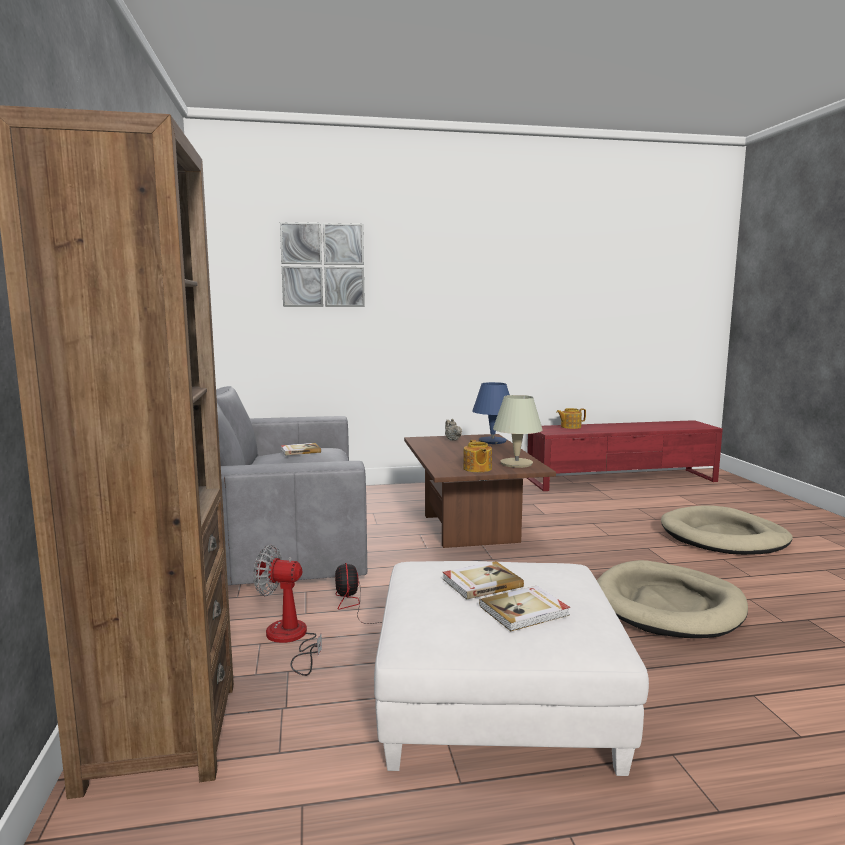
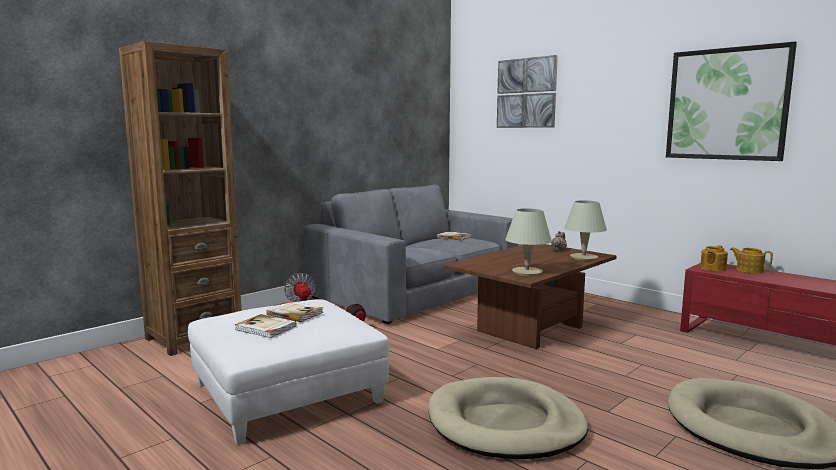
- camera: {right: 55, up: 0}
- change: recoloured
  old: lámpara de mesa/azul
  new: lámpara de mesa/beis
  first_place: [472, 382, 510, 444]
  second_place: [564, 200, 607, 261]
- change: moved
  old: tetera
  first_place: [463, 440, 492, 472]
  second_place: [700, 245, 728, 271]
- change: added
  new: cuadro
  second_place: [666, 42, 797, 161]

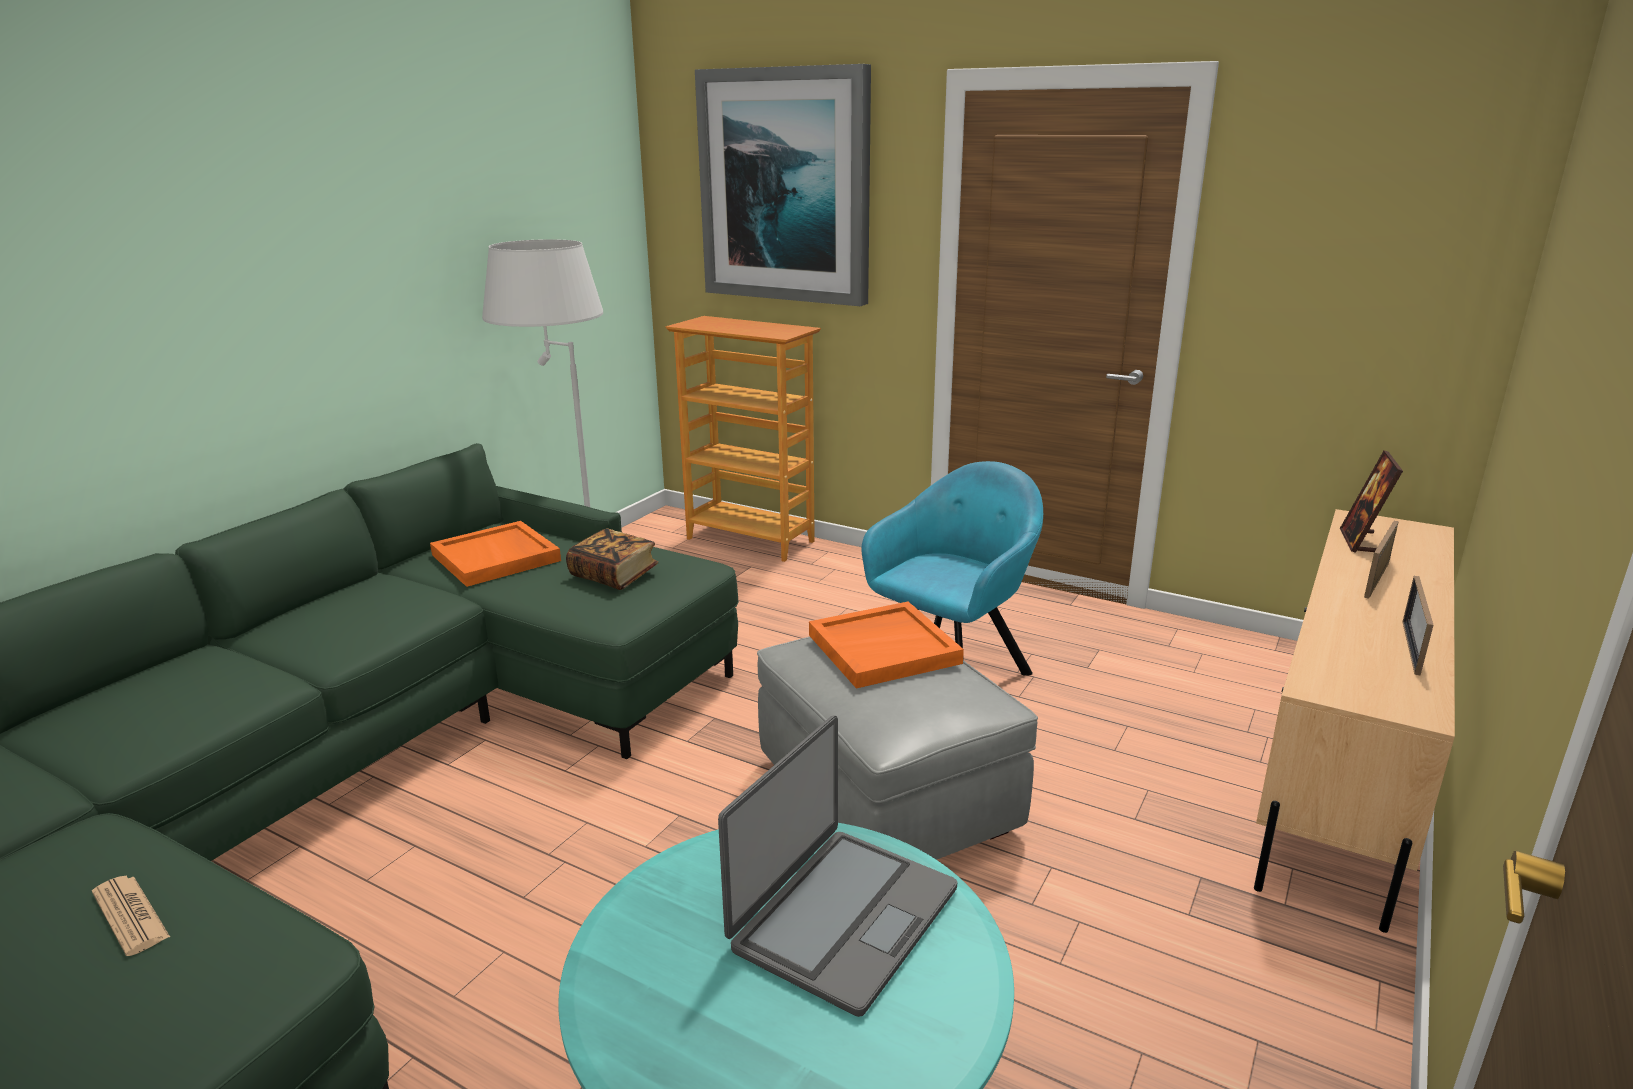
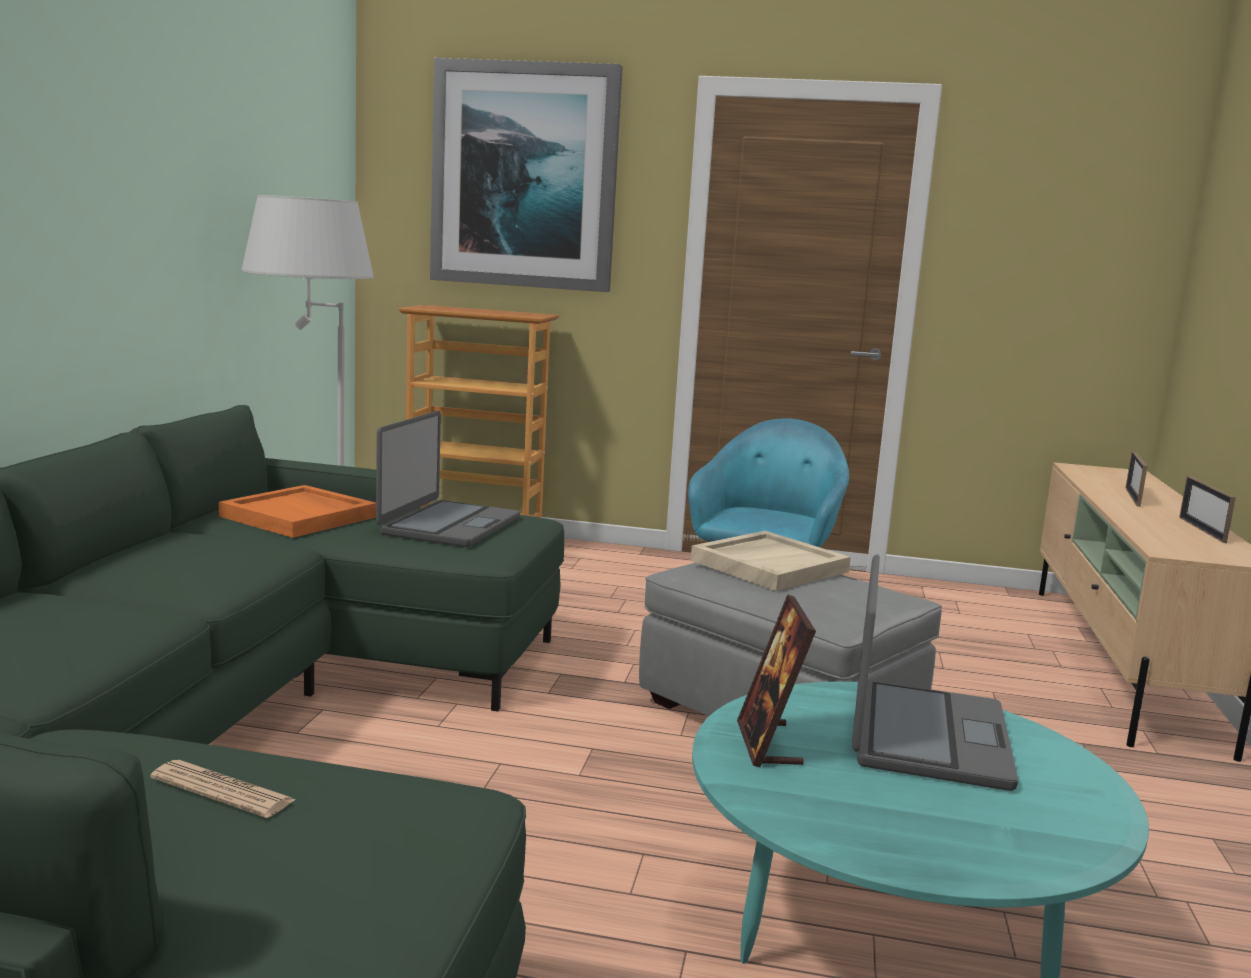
- camera: {right: -20, up: -10}
- change: moved
  old: portarretratos
  first_place: [1340, 450, 1403, 553]
  second_place: [737, 594, 816, 767]
- change: replaced
  old: libro
  new: portátil
  first_place: [566, 528, 658, 590]
  second_place: [376, 411, 520, 547]
- change: recoloured
  old: bandeja/naranja
  new: bandeja/beis
  first_place: [809, 602, 964, 689]
  second_place: [691, 531, 851, 591]

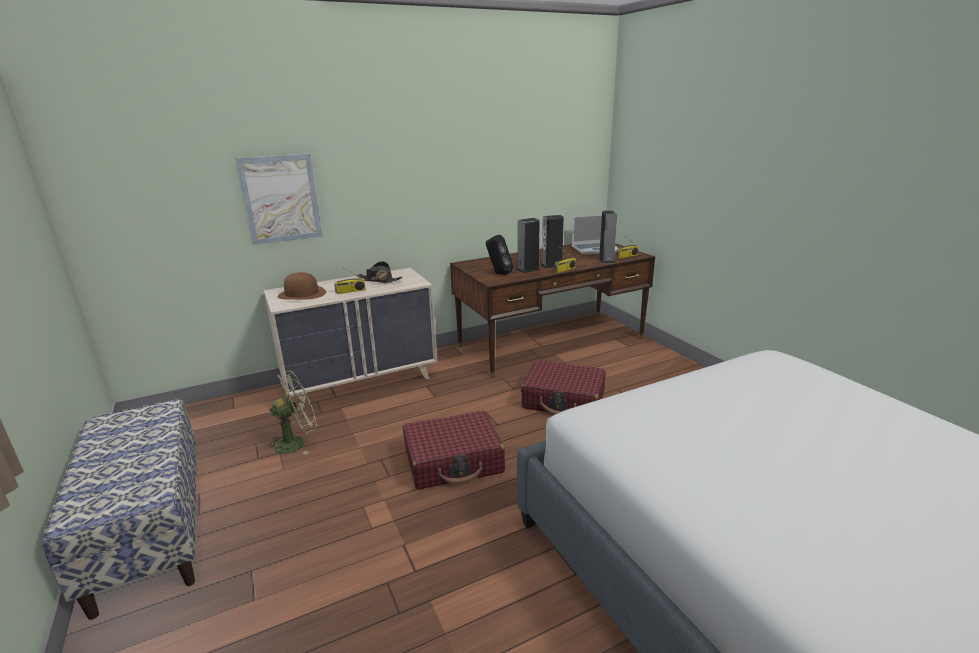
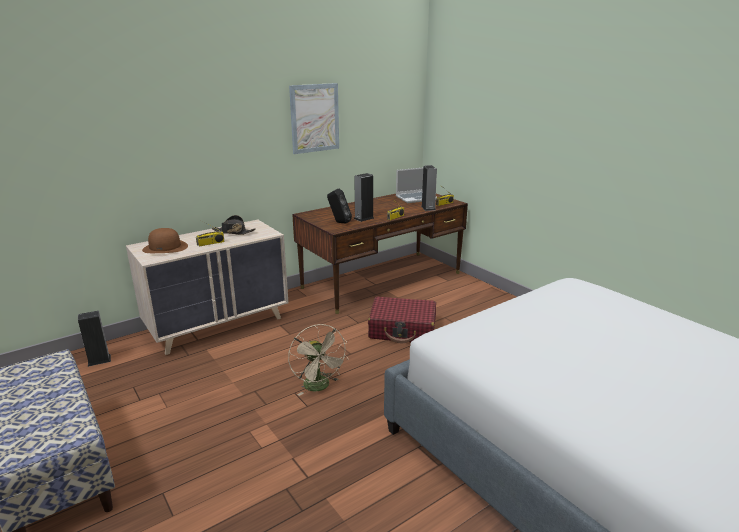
- camera: {right: -10, up: 0}
- change: moved
  old: cuadro
  first_place: [235, 154, 323, 245]
  second_place: [289, 83, 339, 154]
- change: moved
  old: altavoz
  first_place: [541, 215, 564, 269]
  second_place: [78, 311, 111, 367]
- change: removed
  old: ventilador/verde
  first_place: [264, 371, 317, 455]
- change: replaced
  old: maleta/rojo
  new: ventilador/beis
  first_place: [403, 411, 505, 489]
  second_place: [288, 324, 348, 396]

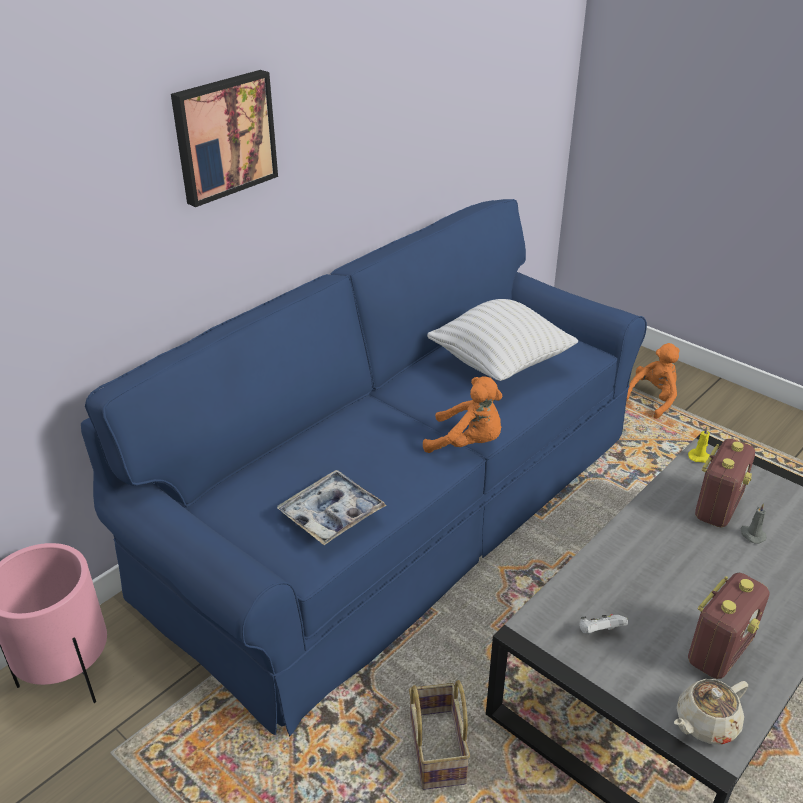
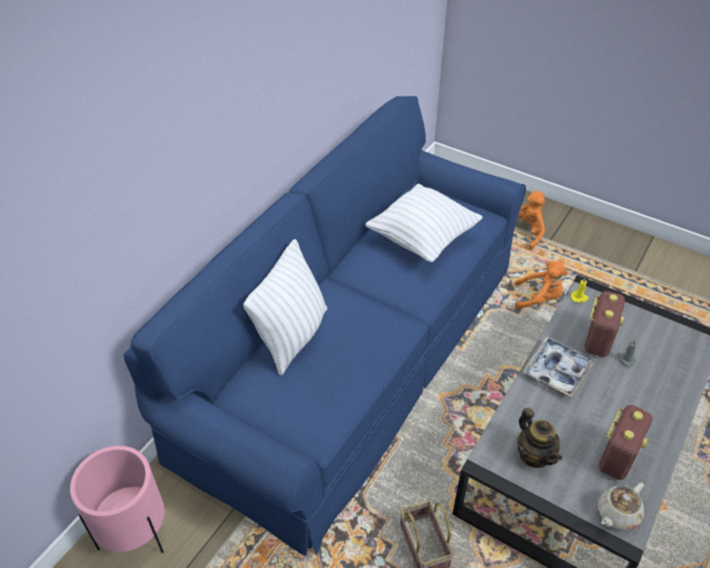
- camera: {right: -10, up: 10}
- change: removed
  old: cuadro
  first_place: [171, 70, 278, 207]
- change: moved
  old: peluche/naranja
  first_place: [423, 376, 502, 453]
  second_place: [515, 261, 568, 309]
- change: moved
  old: bandeja
  first_place: [277, 470, 387, 545]
  second_place: [523, 336, 595, 397]
- change: replaced
  old: mando de consola/blanco
  new: tetera
  first_place: [579, 614, 628, 634]
  second_place: [517, 408, 562, 468]
- change: added
  new: cojín/blanco
  second_place: [243, 239, 327, 375]

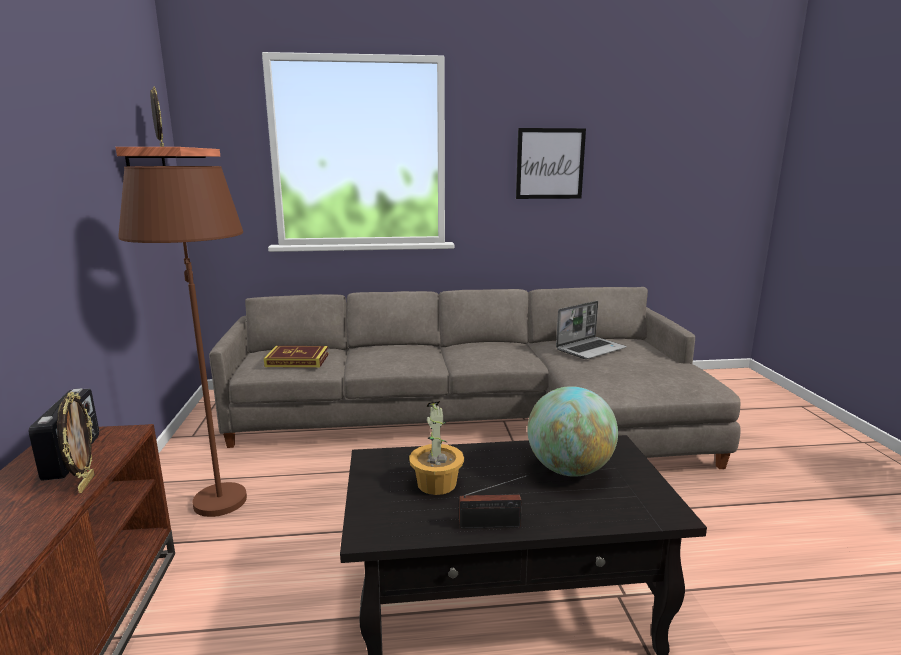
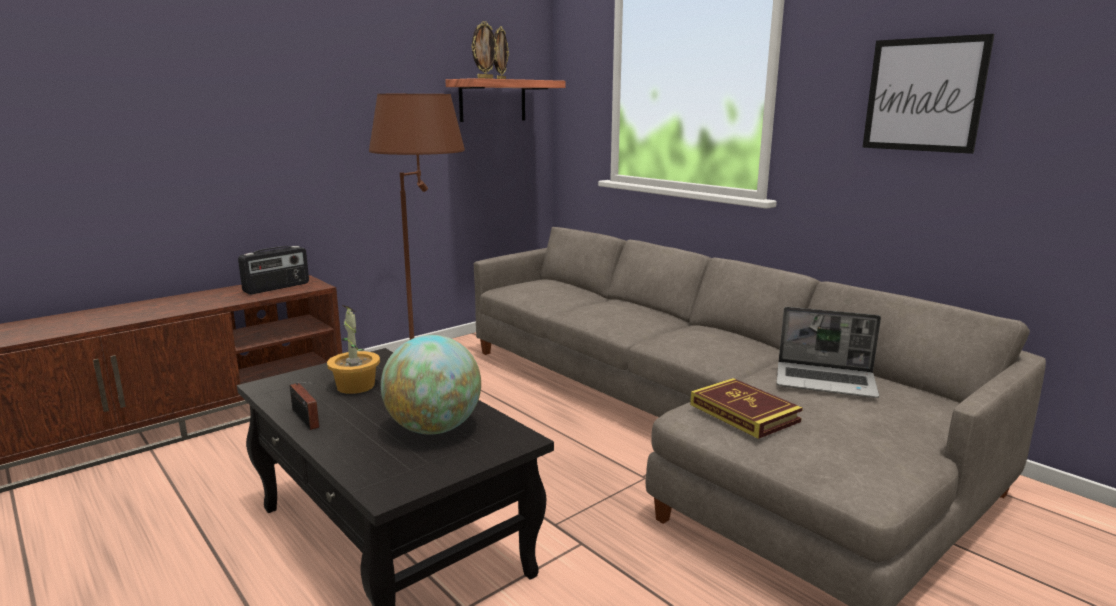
- camera: {right: 55, up: 0}
- change: moved
  old: libro
  first_place: [264, 346, 329, 368]
  second_place: [690, 378, 803, 439]
- change: moved
  old: portarretratos
  first_place: [57, 392, 95, 493]
  second_place: [471, 21, 498, 79]

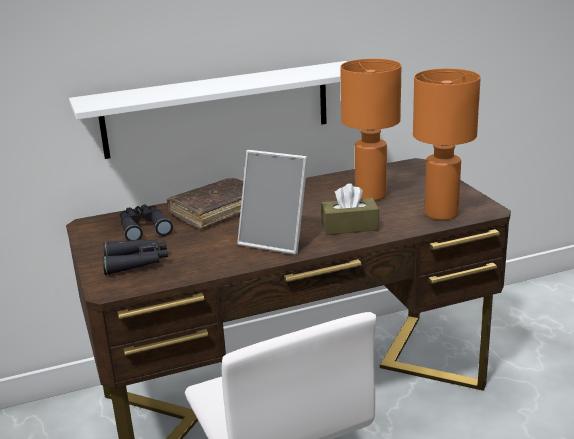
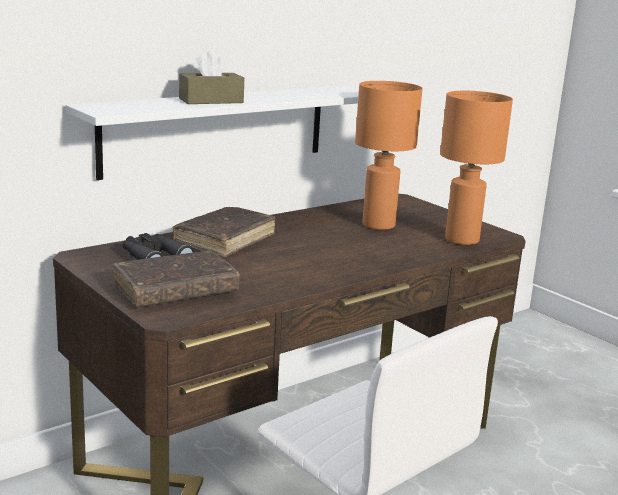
- camera: {right: -20, up: -5}
- change: removed
  old: portarretratos
  first_place: [237, 150, 308, 255]
- change: moved
  old: caja de pañuelos/marrón
  first_place: [321, 183, 379, 235]
  second_place: [179, 50, 244, 104]
- change: replaced
  old: prismáticos/negro
  new: libro/marrón
  first_place: [102, 239, 168, 275]
  second_place: [112, 250, 240, 307]

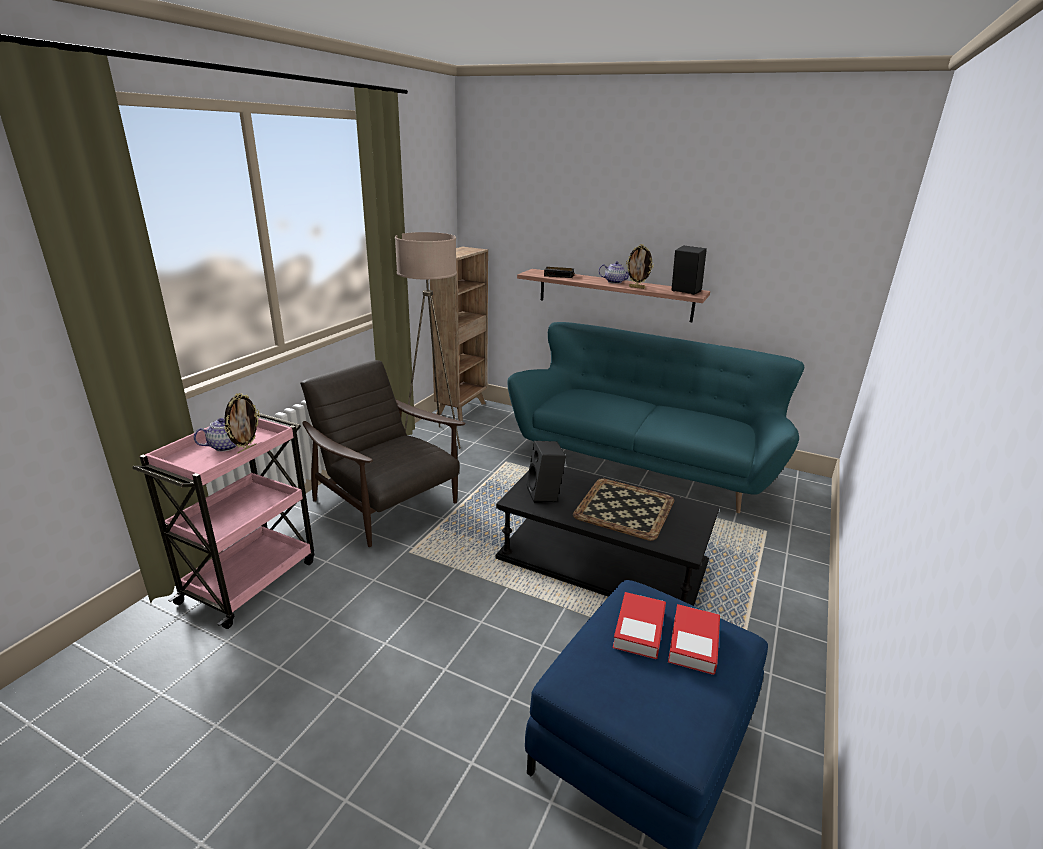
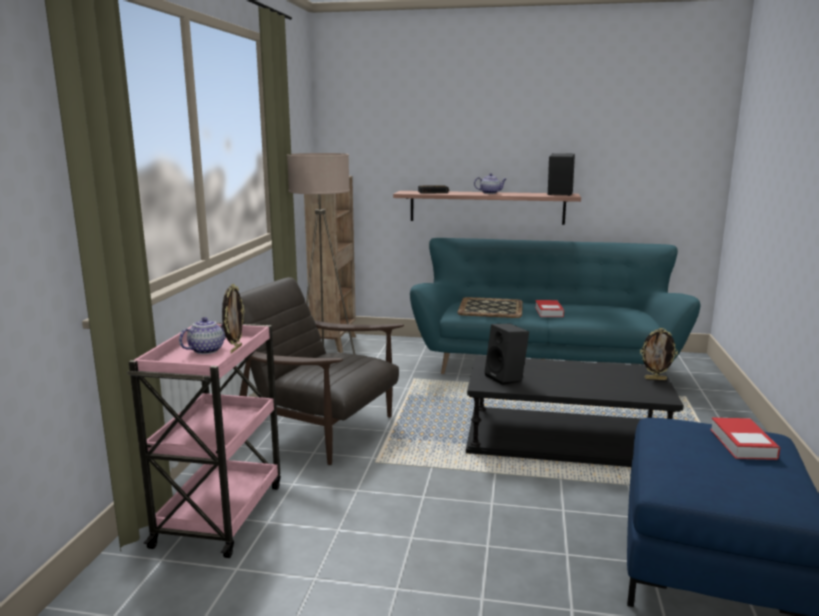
- camera: {right: -15, up: -10}
- change: moved
  old: portarretratos
  first_place: [626, 244, 654, 289]
  second_place: [640, 328, 678, 380]
- change: moved
  old: bandeja
  first_place: [573, 478, 674, 541]
  second_place: [457, 297, 523, 318]
- change: moved
  old: libro
  first_place: [613, 592, 666, 659]
  second_place: [535, 300, 564, 317]

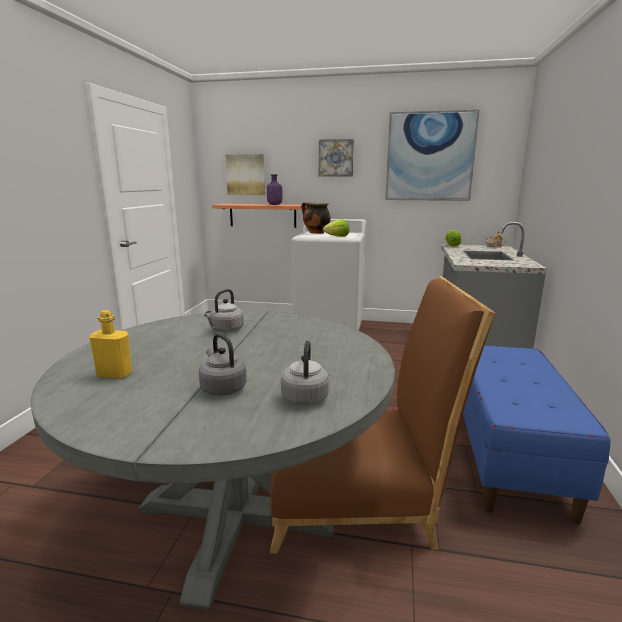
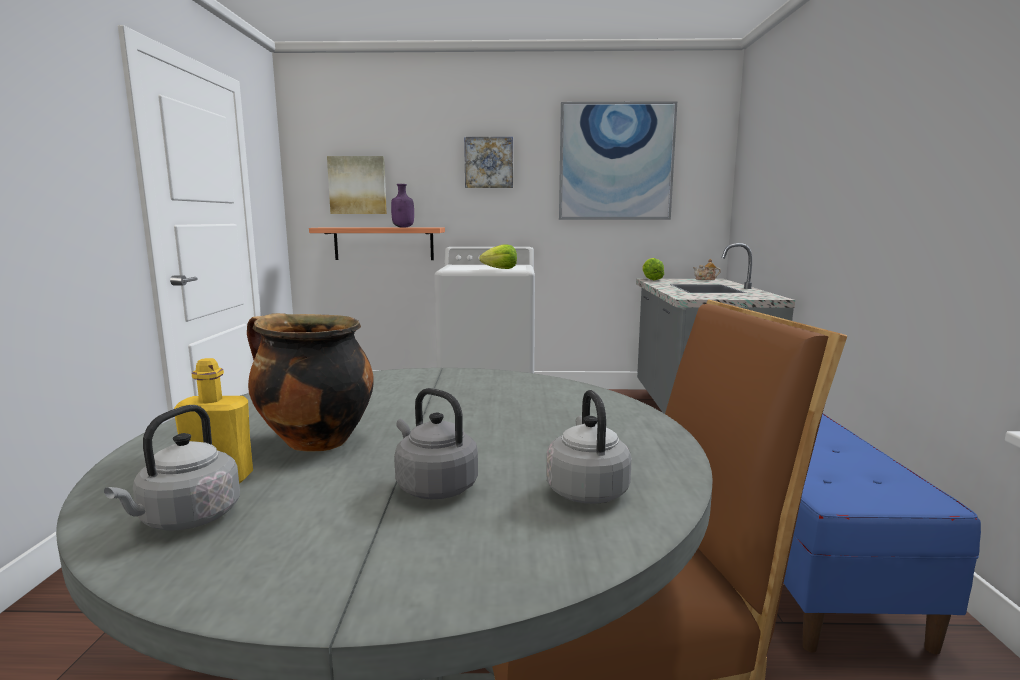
- camera: {right: -10, up: -5}
- change: moved
  old: olla
  first_place: [301, 202, 331, 234]
  second_place: [247, 313, 374, 451]
- change: moved
  old: hervidor/gris
  first_place: [204, 289, 244, 332]
  second_place: [104, 405, 240, 531]

